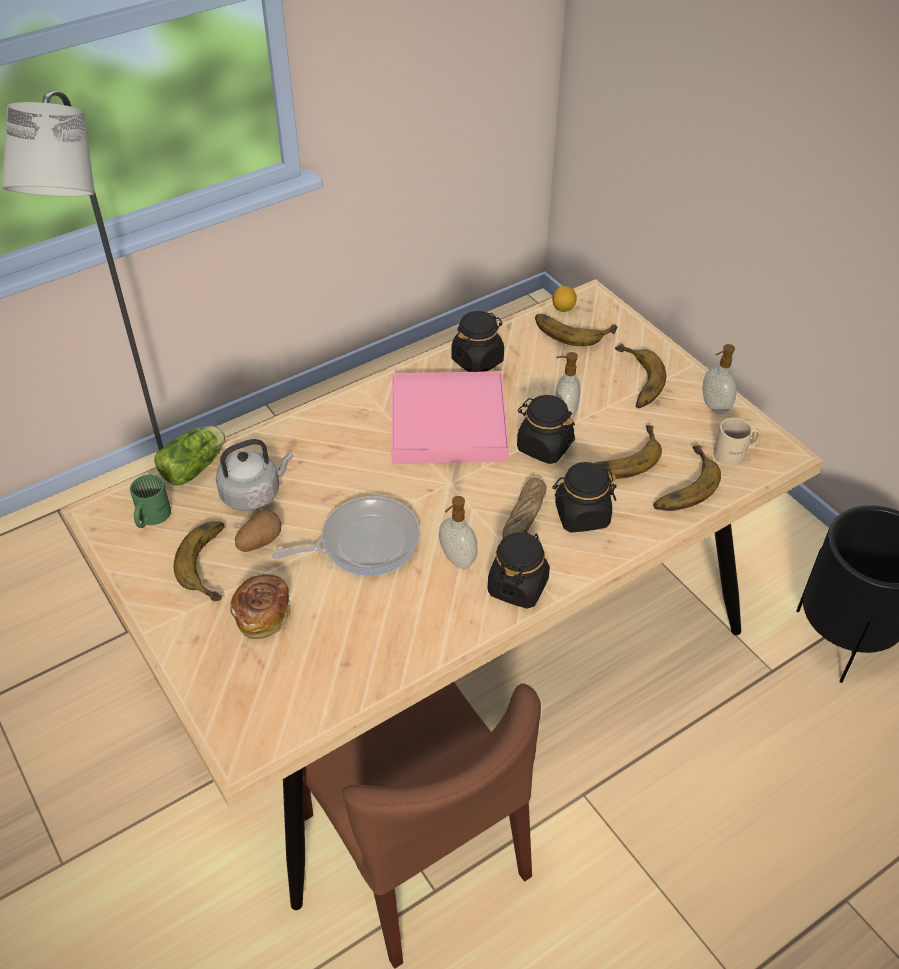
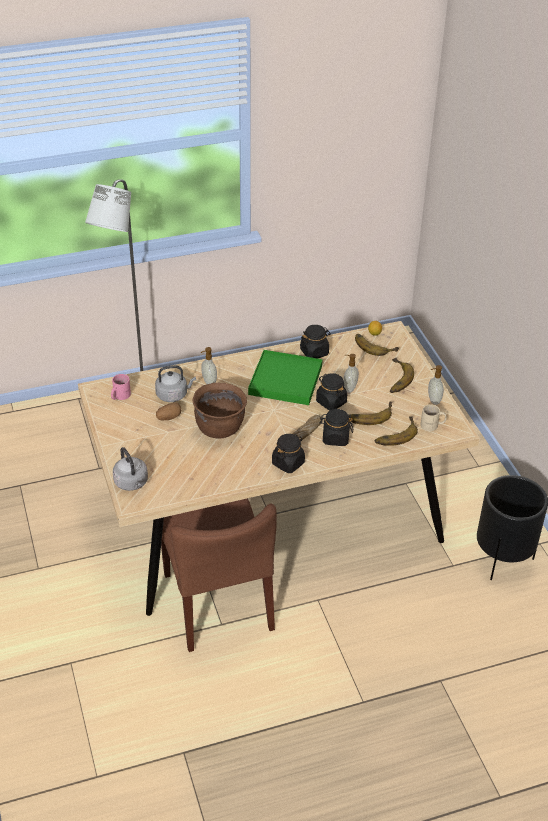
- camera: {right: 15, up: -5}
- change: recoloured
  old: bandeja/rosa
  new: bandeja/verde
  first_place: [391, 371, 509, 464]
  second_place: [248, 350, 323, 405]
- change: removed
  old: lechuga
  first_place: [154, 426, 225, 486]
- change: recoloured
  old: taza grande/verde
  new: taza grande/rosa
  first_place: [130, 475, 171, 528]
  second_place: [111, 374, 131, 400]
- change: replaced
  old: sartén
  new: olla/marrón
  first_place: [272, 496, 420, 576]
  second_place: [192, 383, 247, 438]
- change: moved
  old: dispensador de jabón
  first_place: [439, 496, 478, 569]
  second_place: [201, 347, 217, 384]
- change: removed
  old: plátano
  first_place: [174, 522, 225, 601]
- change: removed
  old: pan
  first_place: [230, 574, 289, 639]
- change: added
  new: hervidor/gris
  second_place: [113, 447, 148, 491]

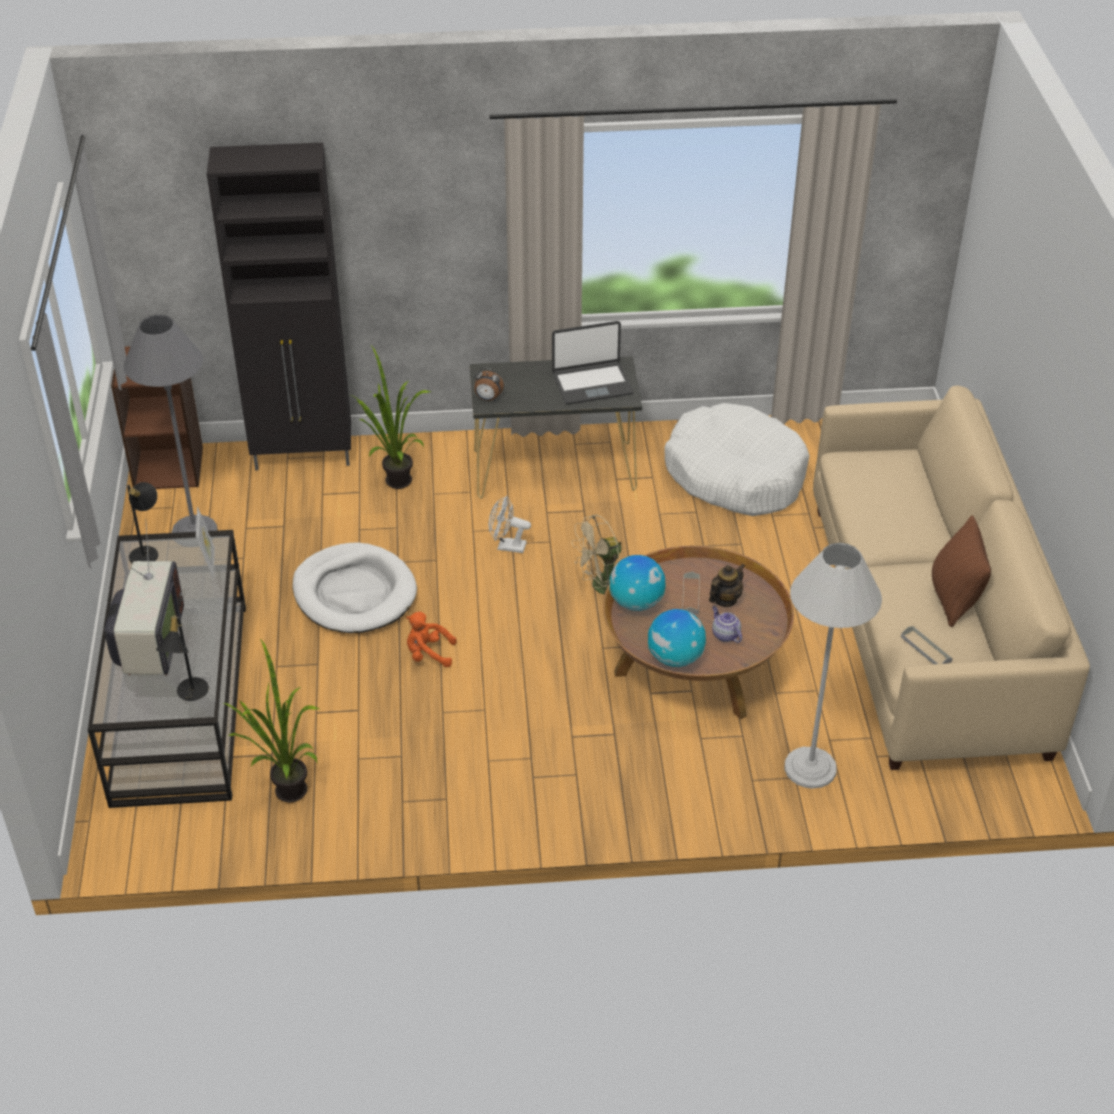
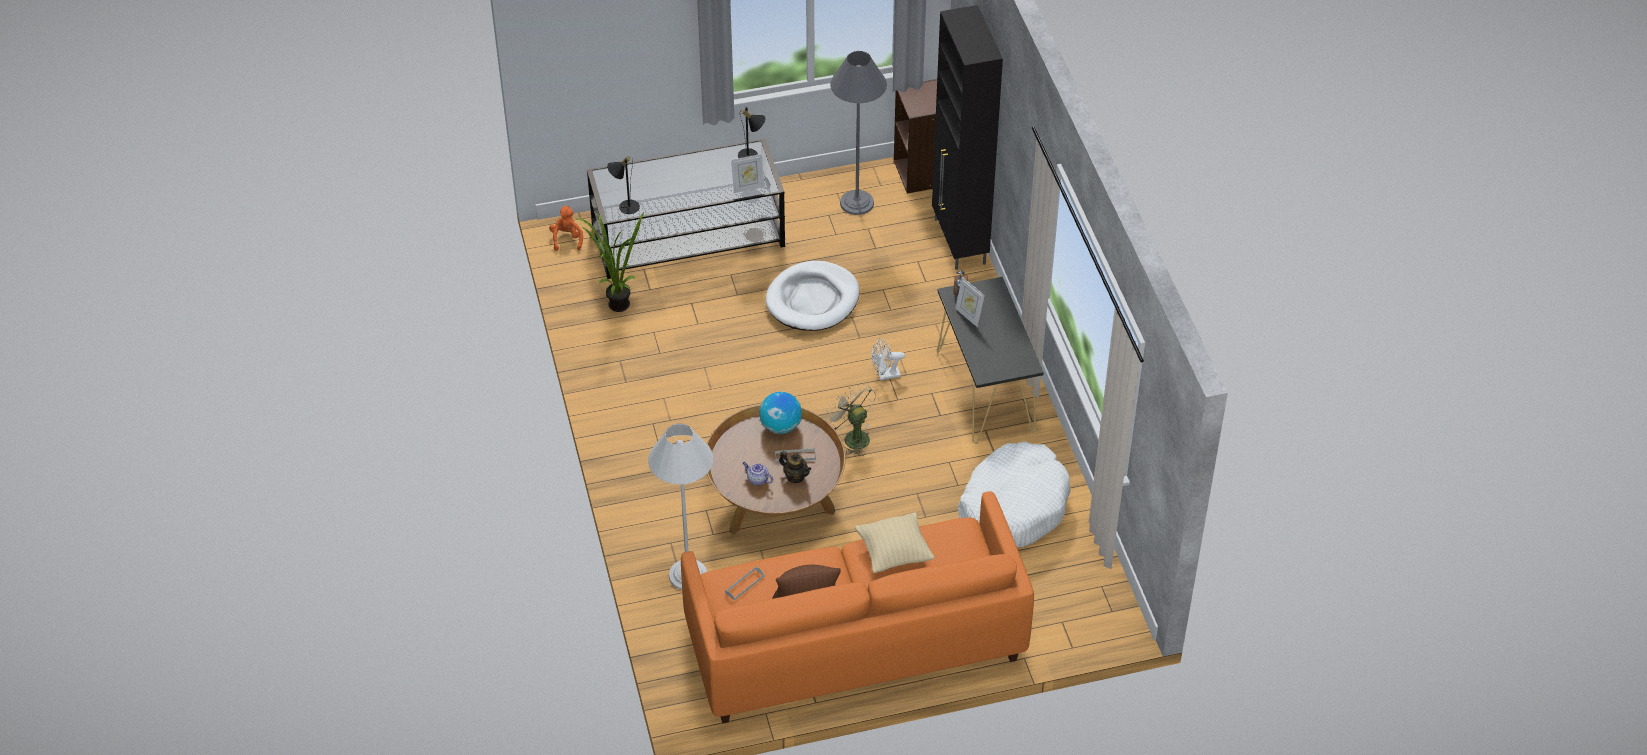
- camera: {right: 80, up: 5}
- change: removed
  old: portátil
  first_place: [552, 321, 633, 404]
- change: removed
  old: planta en maceta
  first_place: [350, 346, 432, 489]
- change: recoloured
  old: sofá/beis
  new: sofá/naranja
  first_place: [813, 386, 1090, 770]
  second_place: [681, 491, 1034, 724]
- change: turned
  old: ventilador/blanco
  first_place: [488, 496, 531, 553]
  second_place: [872, 338, 905, 380]
  degrees: -105
- change: removed
  old: televisor
  first_place: [104, 519, 184, 675]
- change: turned
  old: tetera
  first_place: [712, 606, 742, 643]
  second_place: [743, 462, 773, 486]
  degrees: -105
- change: removed
  old: globo terráqueo
  first_place: [648, 609, 706, 667]
- change: moved
  old: peluche/naranja
  first_place: [406, 612, 456, 667]
  second_place: [549, 206, 583, 251]
- change: added
  new: portarretratos
  second_place: [955, 277, 985, 327]
- change: added
  new: cojín/beis
  second_place: [855, 512, 935, 573]

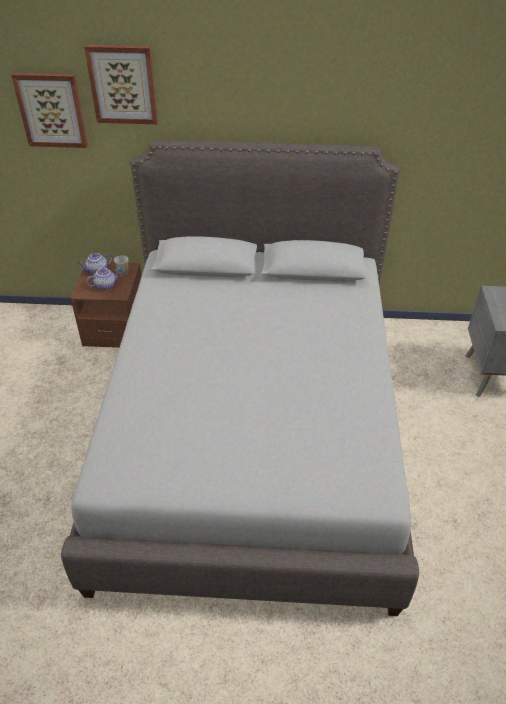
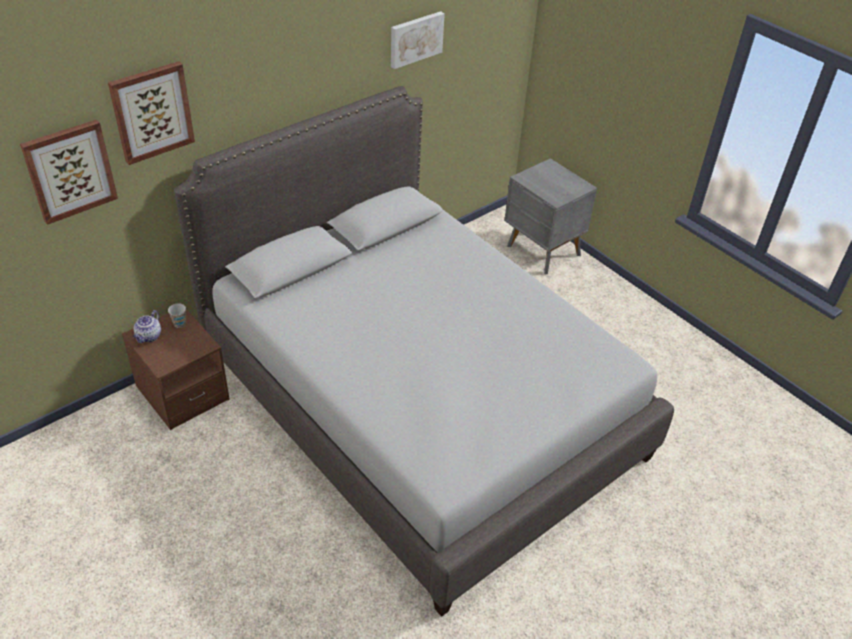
- camera: {right: -45, up: 0}
- change: removed
  old: tetera
  first_place: [87, 267, 120, 290]
- change: added
  new: cuadro
  second_place: [391, 11, 445, 69]

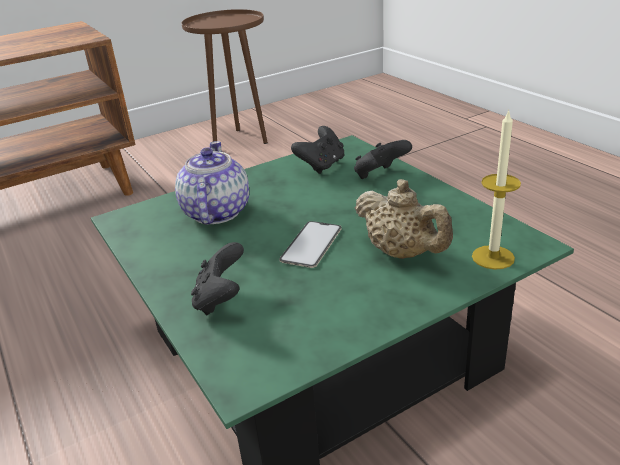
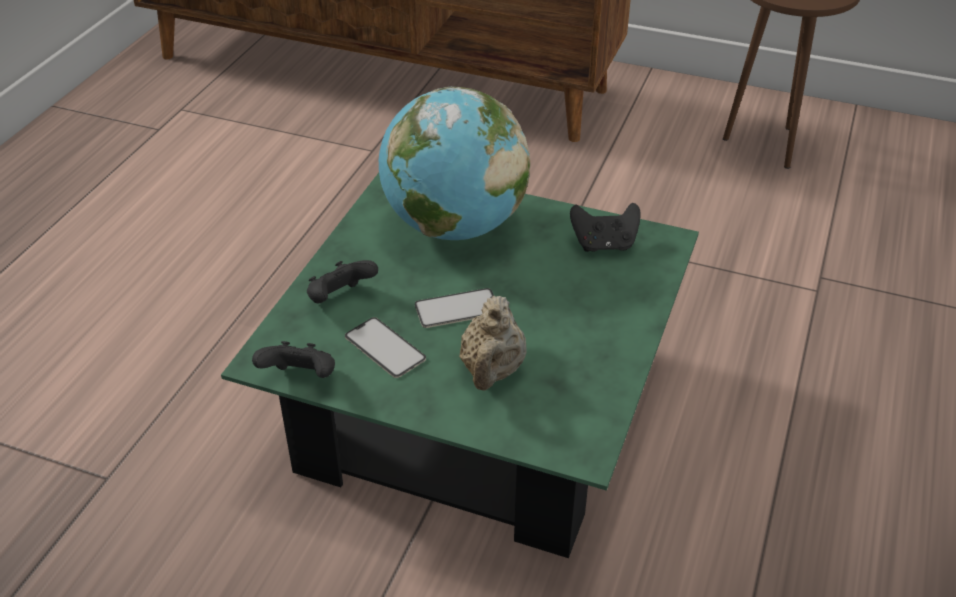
- camera: {right: 50, up: 10}
- change: removed
  old: vela
  first_place: [472, 109, 521, 270]
- change: moved
  old: mando de consola/negro
  first_place: [354, 140, 412, 179]
  second_place: [252, 341, 335, 378]
- change: replaced
  old: tetera
  new: globo terráqueo
  first_place: [175, 141, 249, 225]
  second_place: [379, 87, 531, 240]
- change: added
  new: móvil
  second_place: [345, 317, 426, 378]

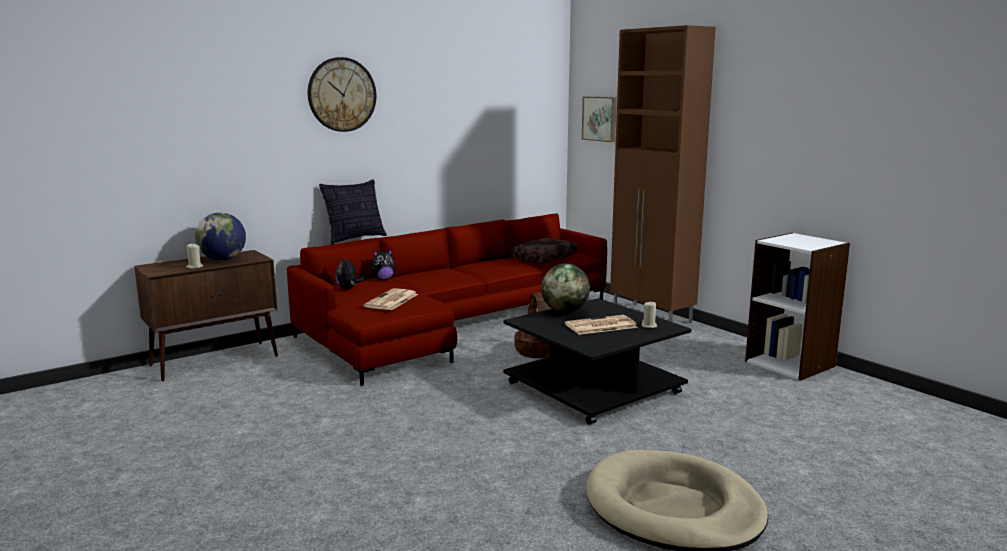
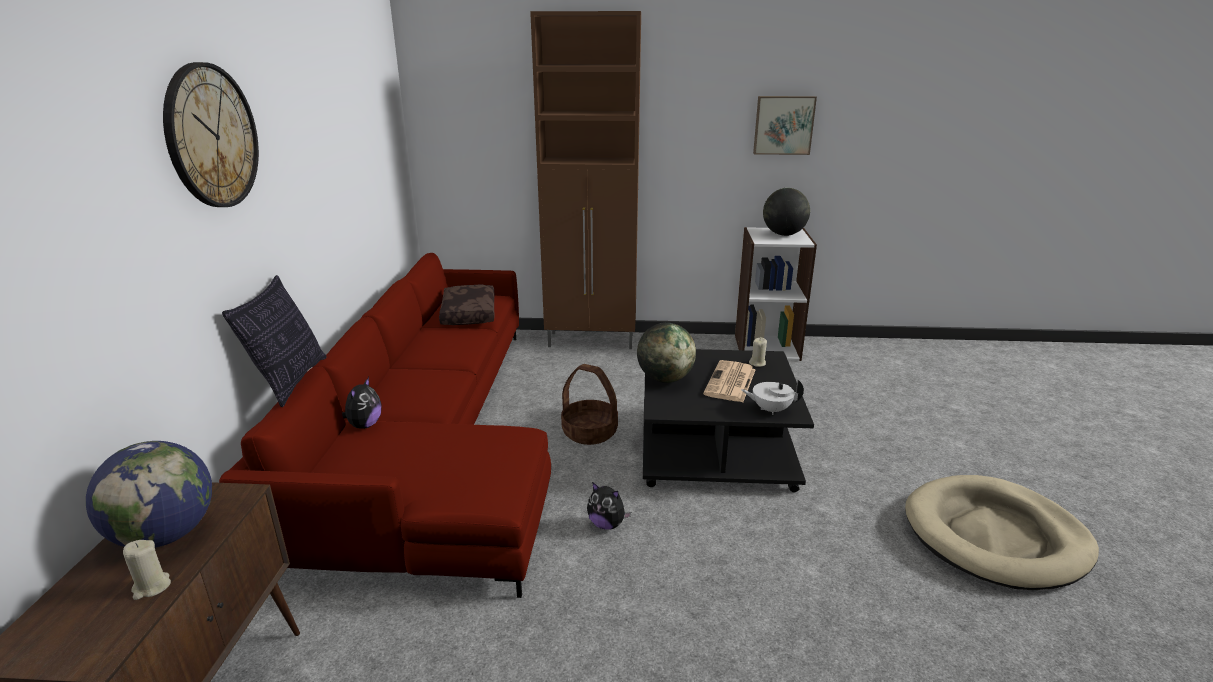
- camera: {right: -50, up: 10}
- change: moved
  old: cuadro
  first_place: [582, 96, 617, 142]
  second_place: [753, 96, 817, 155]
- change: moved
  old: peluche
  first_place: [336, 256, 364, 290]
  second_place: [587, 482, 631, 530]
- change: removed
  old: periódico
  first_place: [363, 288, 418, 310]
- change: added
  new: globo terráqueo
  second_place: [763, 188, 810, 236]
- change: added
  new: tetera/blanco
  second_place: [741, 380, 804, 415]

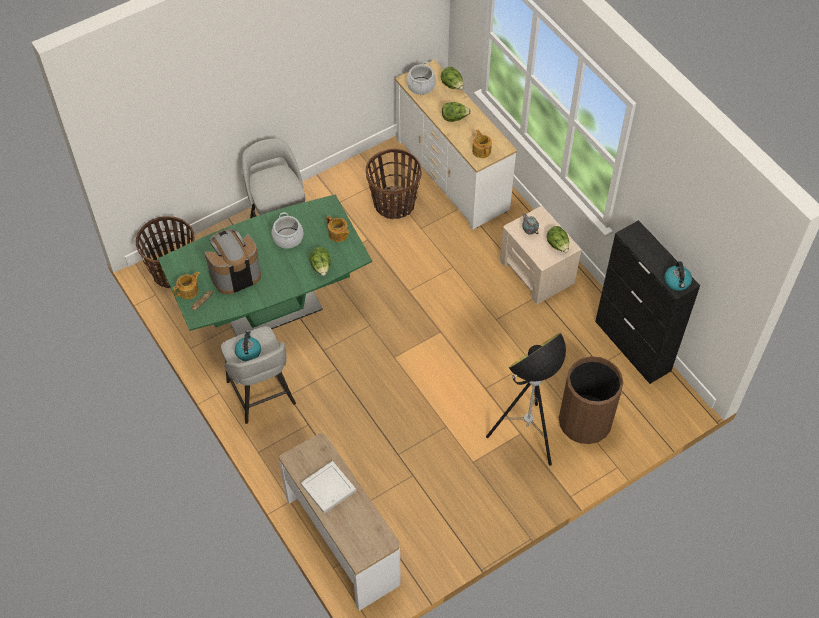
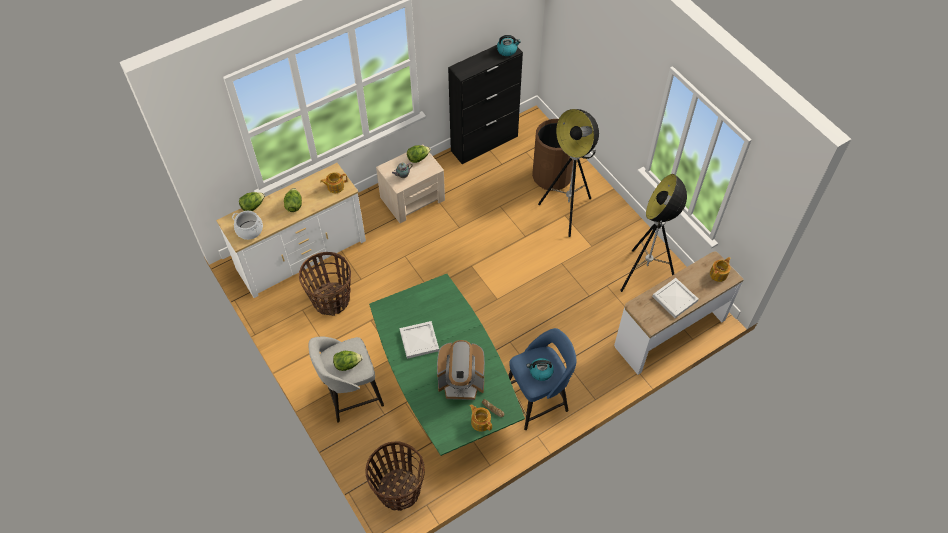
- camera: {right: -90, up: 0}
- change: replaced
  old: olla
  new: bandeja/blanco
  first_place: [272, 212, 304, 248]
  second_place: [399, 321, 439, 359]
- change: moved
  old: tetera
  first_place: [326, 216, 350, 242]
  second_place: [710, 257, 731, 282]
- change: turned
  old: cafetera
  first_place: [204, 229, 261, 294]
  second_place: [437, 340, 485, 400]
  degrees: -60
- change: moved
  old: lechuga
  first_place: [310, 247, 331, 276]
  second_place: [333, 351, 363, 371]
- change: recoloured
  old: taburete/gris
  new: taburete/azul
  first_place: [221, 326, 296, 424]
  second_place: [508, 328, 576, 430]
- change: added
  new: lámpara de pie
  second_place: [620, 174, 687, 292]

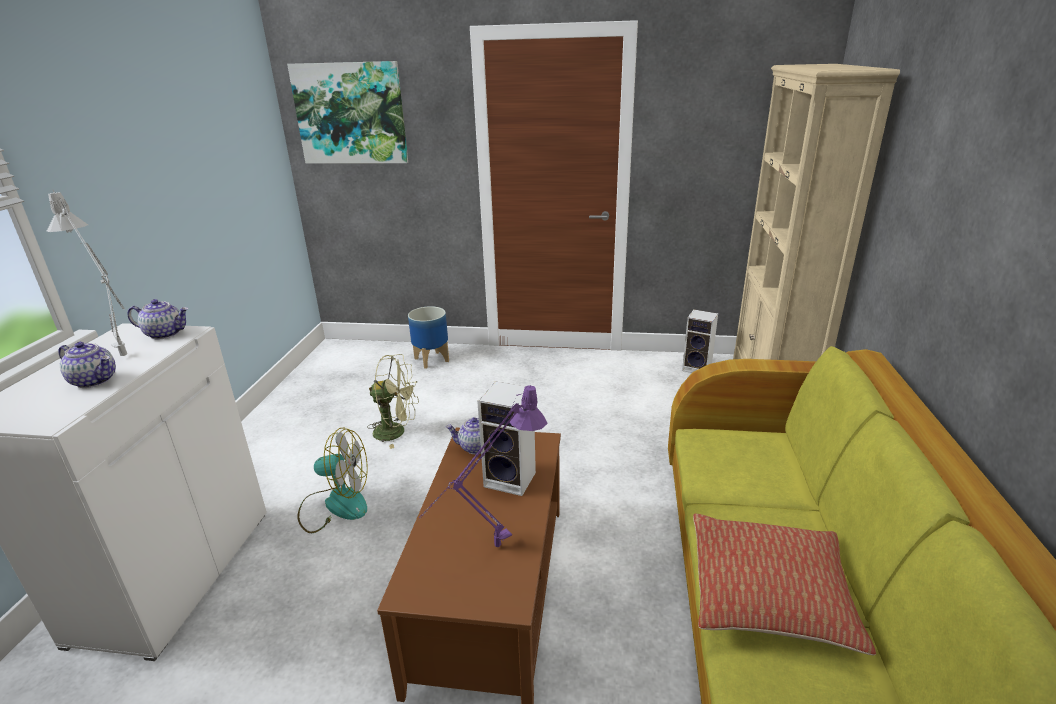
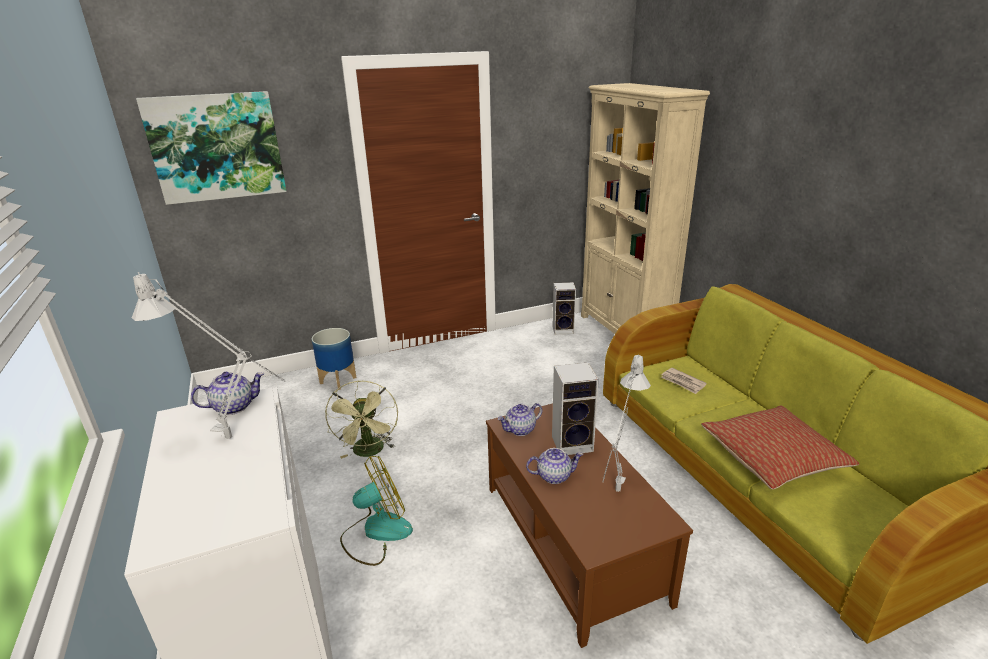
- camera: {right: -30, up: 0}
- change: moved
  old: tetera
  first_place: [58, 342, 116, 388]
  second_place: [526, 448, 583, 484]
- change: turned
  old: ventilador/verde
  first_place: [367, 354, 419, 449]
  second_place: [325, 381, 398, 459]
  degrees: 105
- change: recoloured
  old: lámpara de mesa/morado
  new: lámpara de mesa/gris
  first_place: [419, 385, 548, 547]
  second_place: [602, 354, 651, 492]
- change: added
  new: periódico
  second_place: [661, 368, 707, 394]

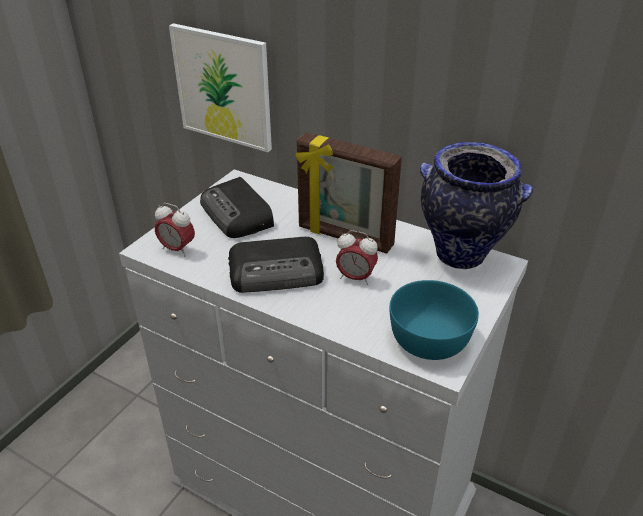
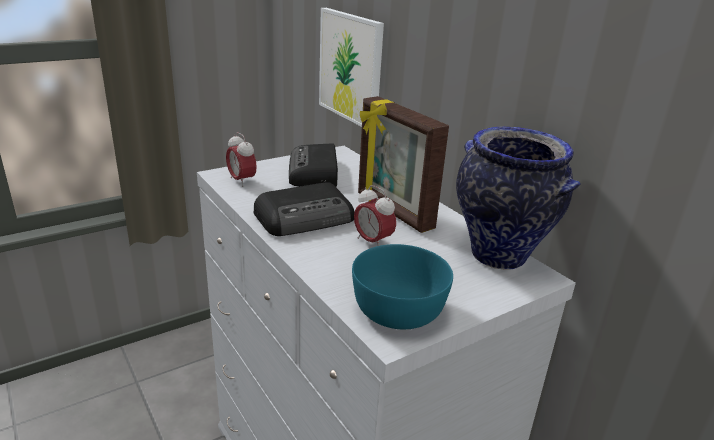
- camera: {right: 25, up: -10}
- change: turned
  old: radio
  first_place: [228, 237, 324, 293]
  second_place: [254, 182, 355, 236]
  degrees: -45

